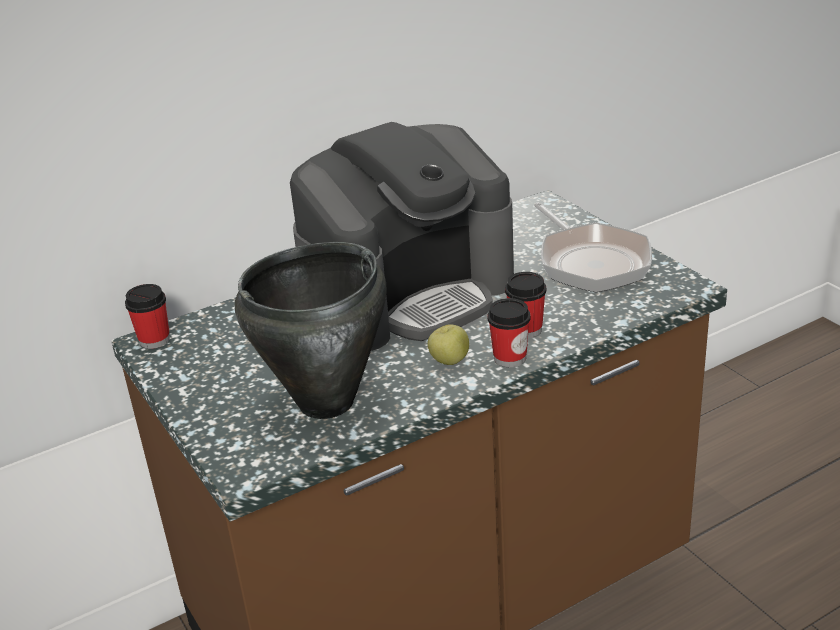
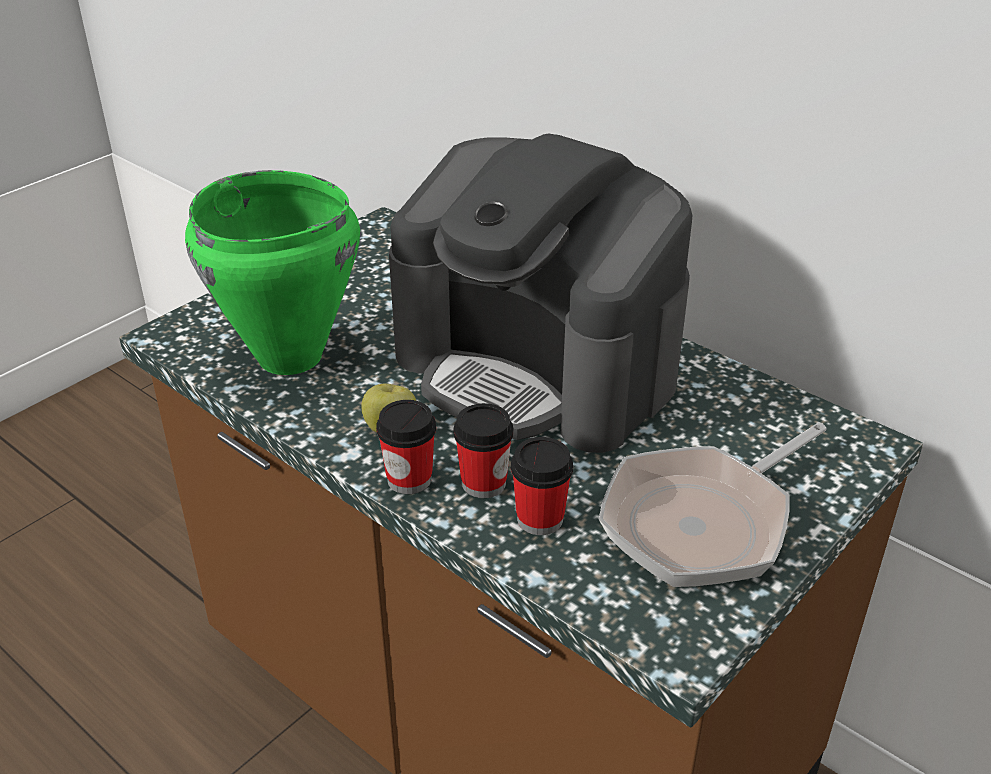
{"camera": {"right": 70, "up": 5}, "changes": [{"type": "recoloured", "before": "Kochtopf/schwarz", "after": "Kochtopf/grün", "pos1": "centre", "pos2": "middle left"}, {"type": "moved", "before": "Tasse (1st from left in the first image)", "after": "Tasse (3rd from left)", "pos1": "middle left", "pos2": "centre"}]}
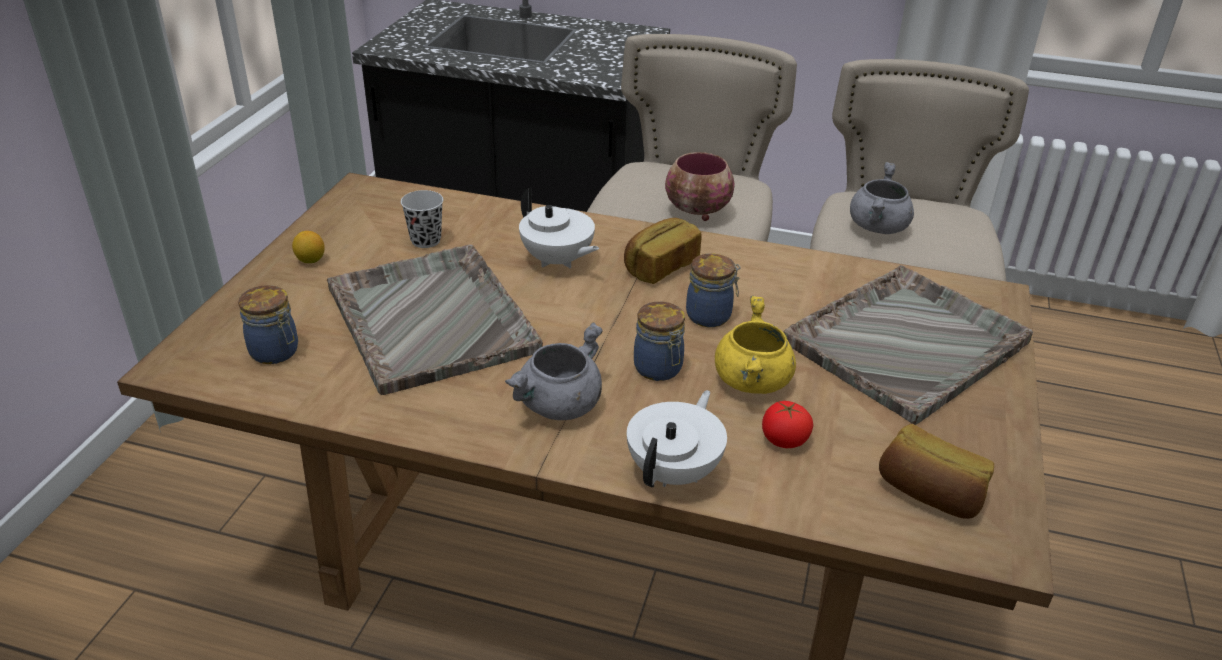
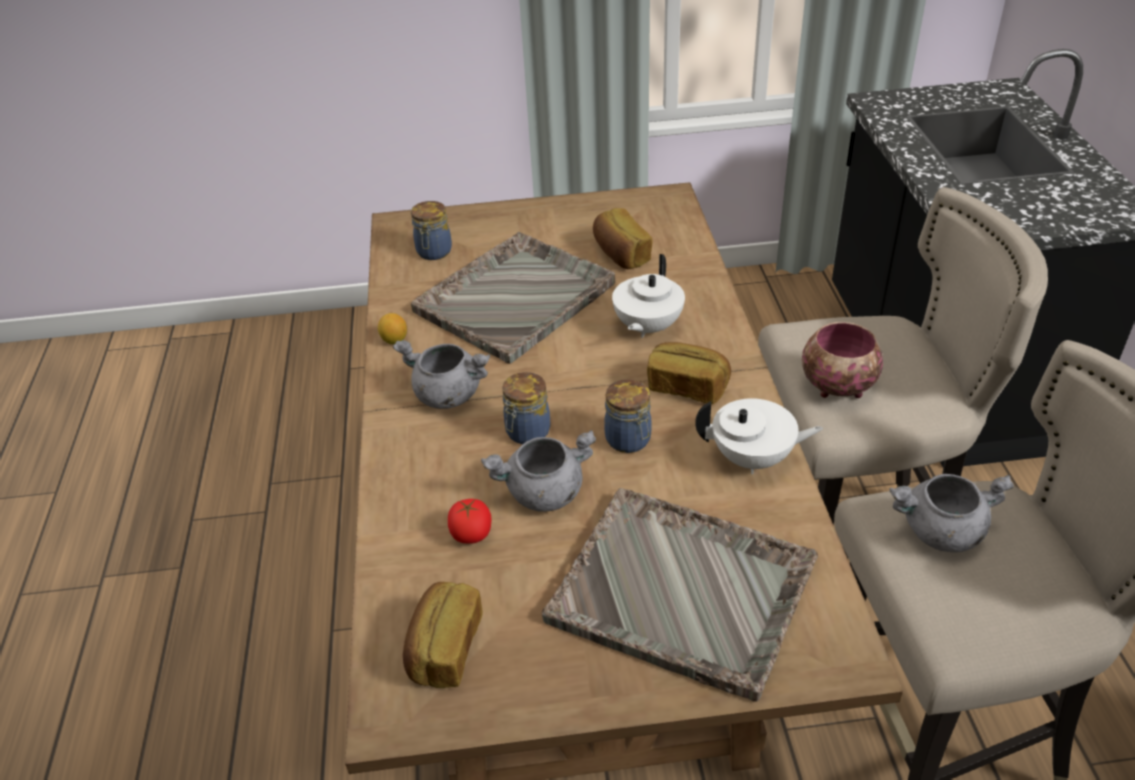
{"camera": {"right": 70, "up": 5}, "changes": [{"type": "replaced", "before": "Tasse/schwarz", "after": "Brot (2nd from left)", "pos1": "top centre", "pos2": "top centre"}, {"type": "moved", "before": "Zitrone", "pos1": "middle left", "pos2": "centre"}, {"type": "recoloured", "before": "Kochtopf/gelb", "after": "Kochtopf/grau (2nd from left)", "pos1": "centre", "pos2": "centre"}, {"type": "moved", "before": "Teekanne/weiß (2nd from left)", "pos1": "centre", "pos2": "middle right"}]}
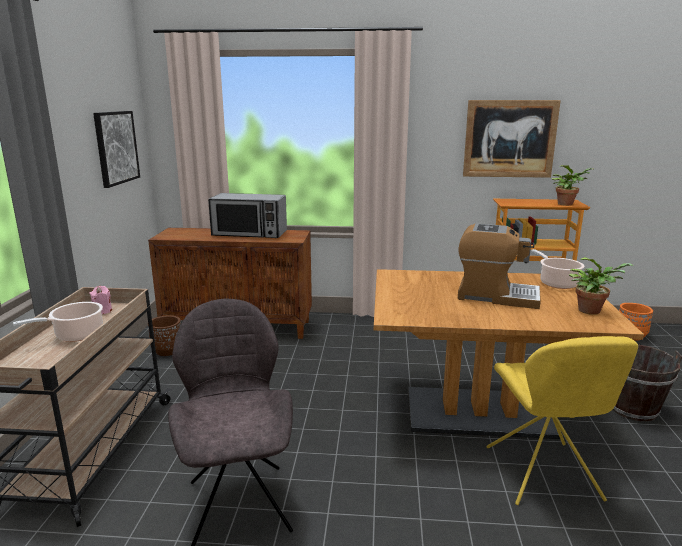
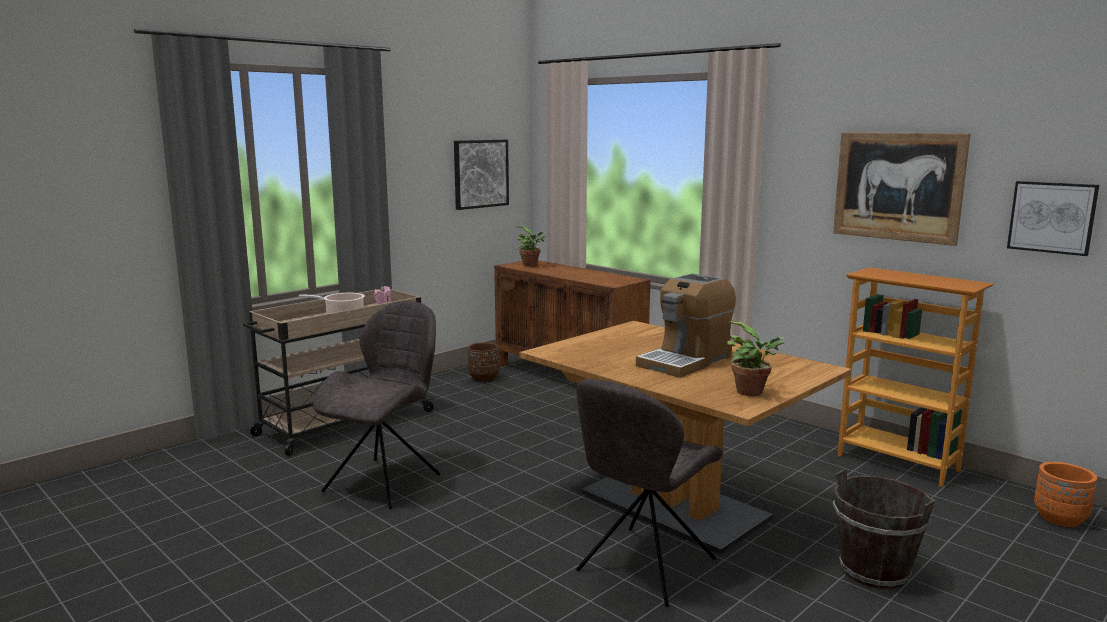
{"camera": {"right": 40, "up": -5}, "changes": [{"type": "moved", "before": "Topfpflanze (1st from left)", "pos1": "middle right", "pos2": "centre"}, {"type": "removed", "before": "Mikrowelle", "pos1": "centre"}, {"type": "turned", "before": "Kaffeemaschine", "pos1": "middle right", "pos2": "centre", "turn": 75}, {"type": "removed", "before": "Kochtopf (2nd from left)", "pos1": "middle right"}, {"type": "recoloured", "before": "Stuhl/gelb", "after": "Stuhl/grau (2nd from left)", "pos1": "bottom right", "pos2": "bottom centre"}, {"type": "added", "after": "Bild (3rd from left)", "pos2": "middle right"}]}
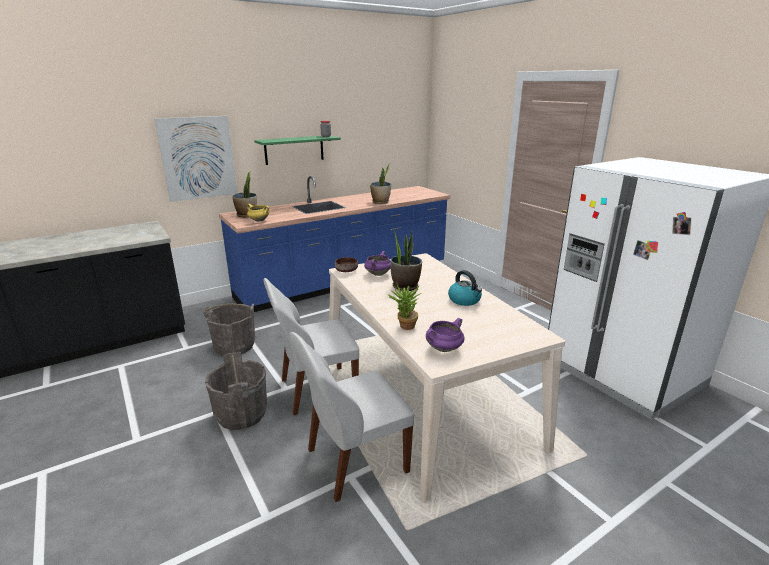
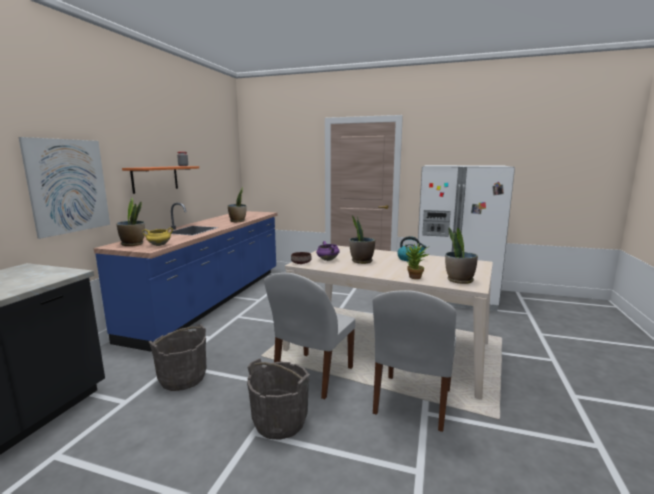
{"camera": {"right": -40, "up": -10}, "changes": [{"type": "recoloured", "before": "Wandregal/grün", "after": "Wandregal/orange", "pos1": "top centre", "pos2": "middle left"}, {"type": "replaced", "before": "Kochtopf/lila (2nd from left)", "after": "Topfpflanze (5th from left)", "pos1": "centre", "pos2": "middle right"}]}
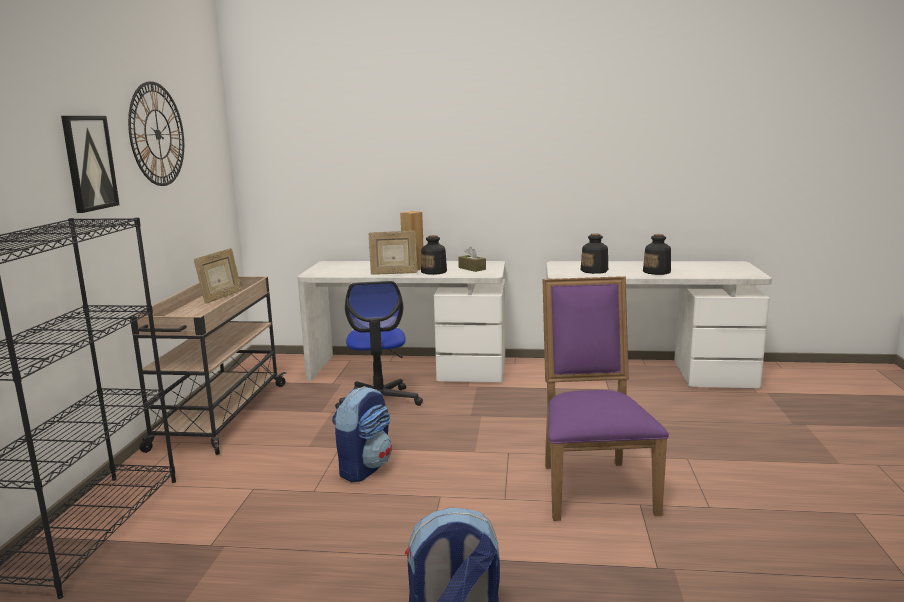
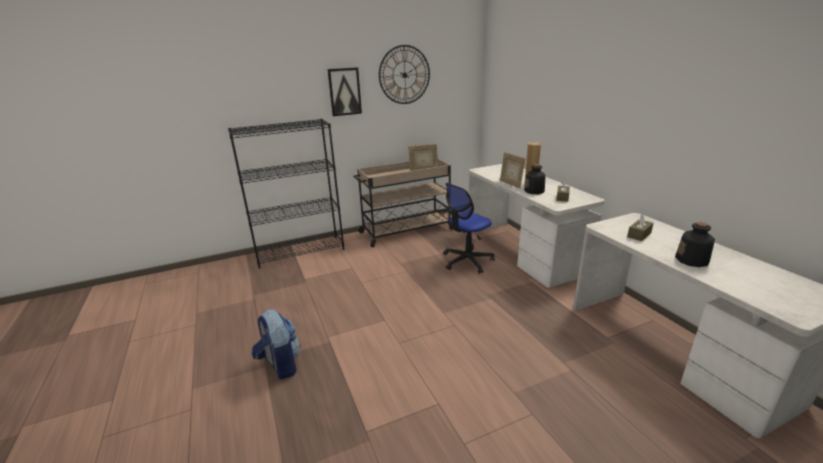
{"camera": {"right": 60, "up": 10}, "changes": [{"type": "replaced", "before": "Flasche (2nd from left)", "after": "Taschentuchbox/braun (2nd from left)", "pos1": "centre", "pos2": "middle right"}, {"type": "removed", "before": "Stuhl/lila", "pos1": "middle right"}, {"type": "removed", "before": "Rucksack (1st from left)", "pos1": "bottom centre"}]}
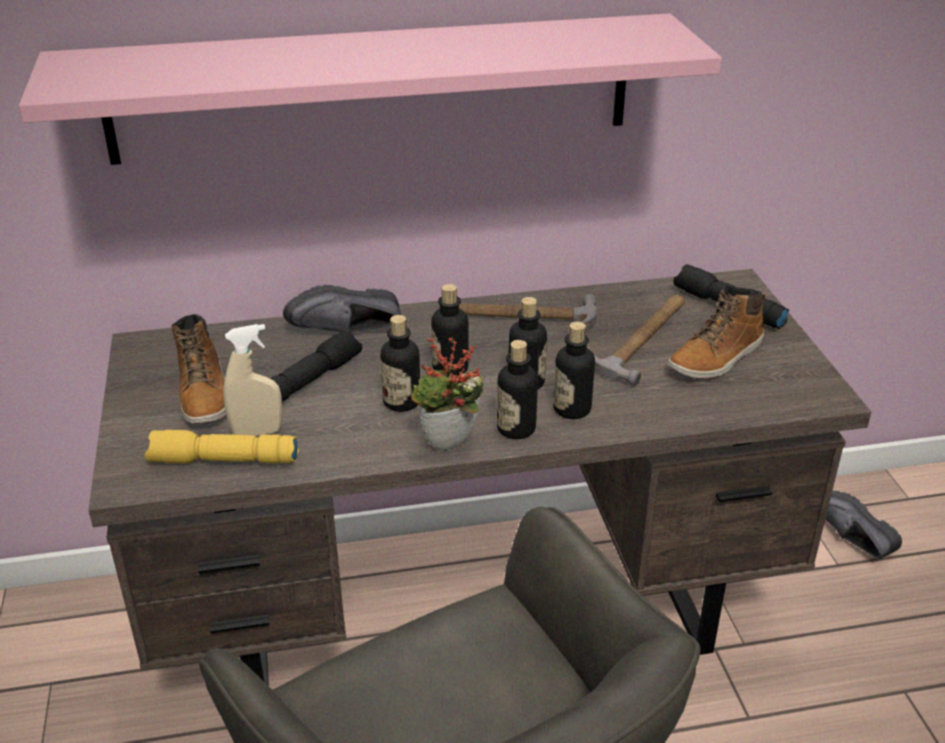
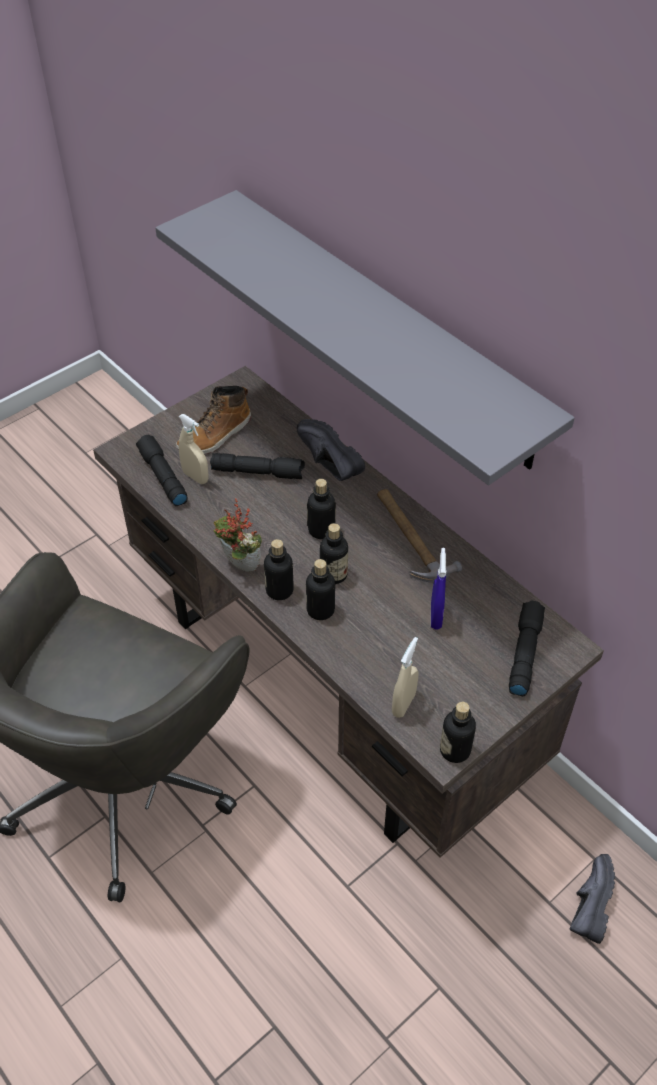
{"camera": {"right": 60, "up": 15}, "changes": [{"type": "recoloured", "before": "Wandregal/rosa", "after": "Wandregal/grau", "pos1": "top centre", "pos2": "top centre"}, {"type": "removed", "before": "Stiefel (2nd from left)", "pos1": "middle right"}, {"type": "replaced", "before": "Hammer (2nd from left)", "after": "Sprühflasche/blau", "pos1": "middle right", "pos2": "middle right"}, {"type": "moved", "before": "Flasche (1st from left in the first image)", "after": "Flasche (5th from left)", "pos1": "centre", "pos2": "bottom right"}, {"type": "recoloured", "before": "Taschenlampe/gelb", "after": "Taschenlampe/schwarz (1st from left)", "pos1": "middle left", "pos2": "middle left"}, {"type": "added", "after": "Sprühflasche/beige (2nd from left)", "pos2": "centre"}]}
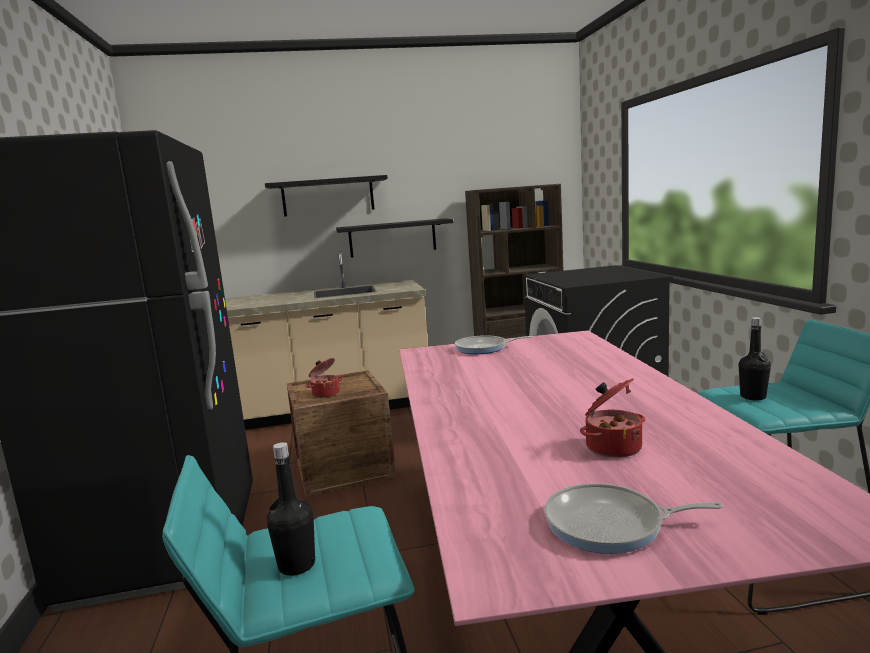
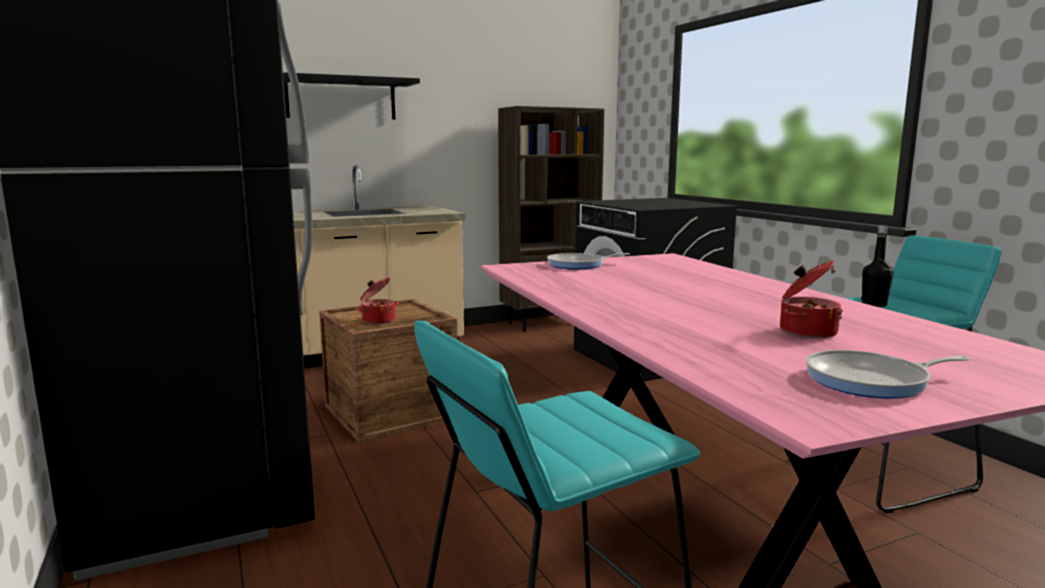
{"camera": {"right": -15, "up": 0}, "changes": [{"type": "removed", "before": "Wandregal/schwarz (2nd from left)", "pos1": "centre"}, {"type": "removed", "before": "Flasche/schwarz (1st from left)", "pos1": "bottom centre"}]}
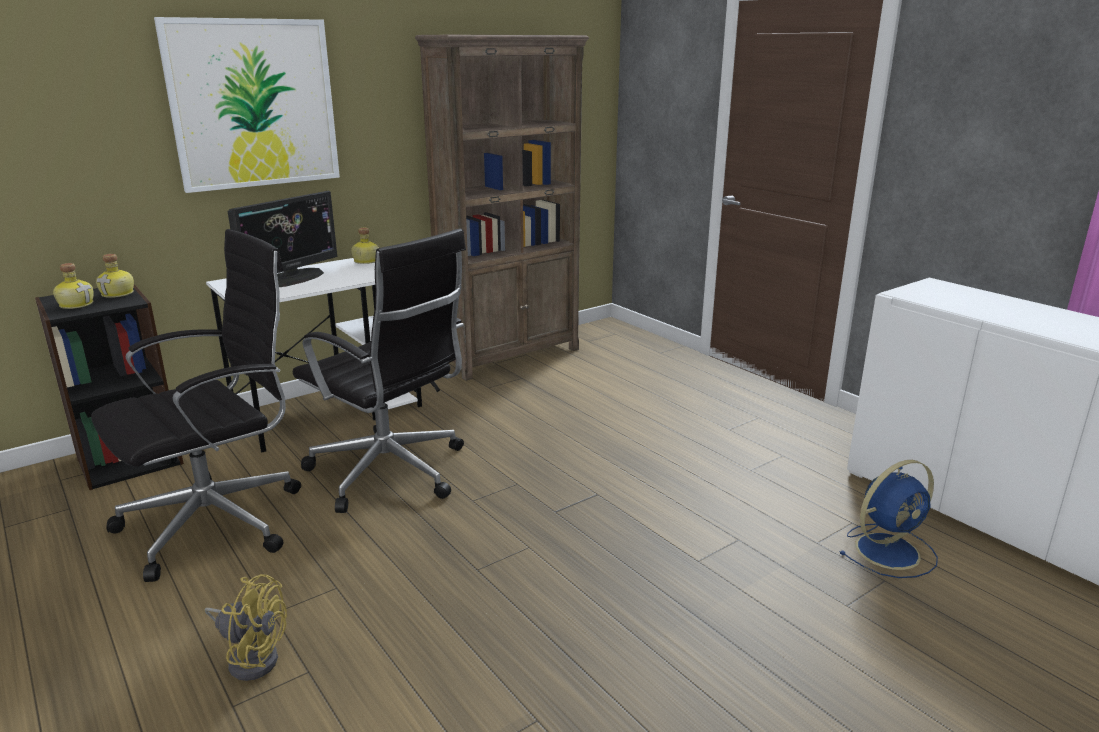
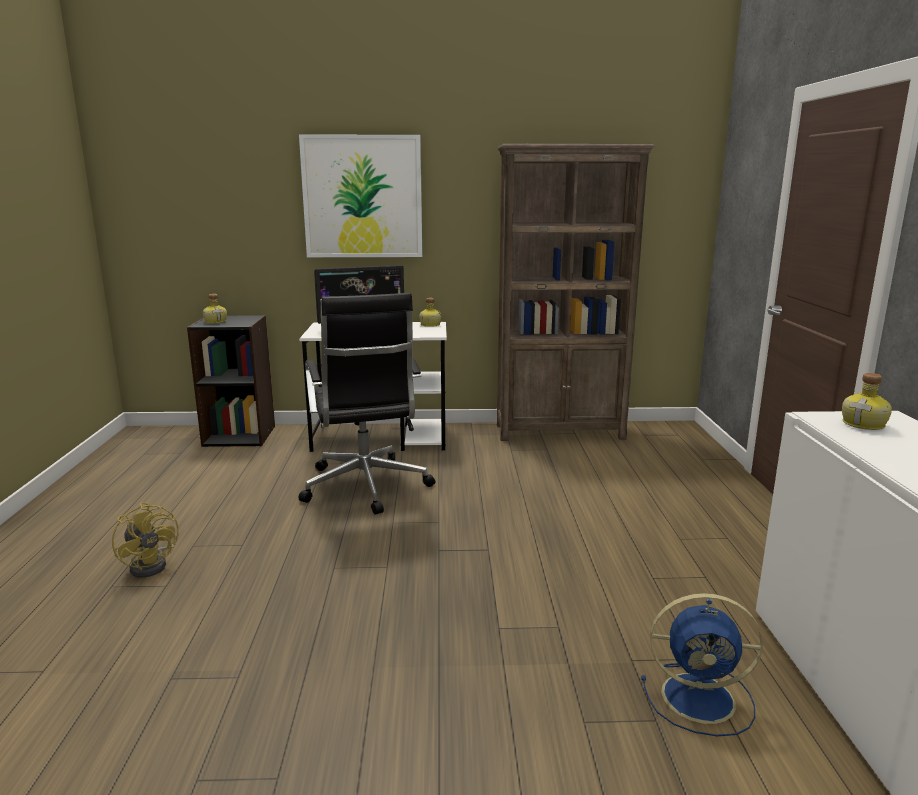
{"camera": {"right": 35, "up": -5}, "changes": [{"type": "removed", "before": "Bürostuhl/schwarz (1st from left)", "pos1": "middle left"}, {"type": "moved", "before": "Flasche (2nd from left in the first image)", "after": "Flasche (3rd from left)", "pos1": "middle left", "pos2": "middle right"}]}
